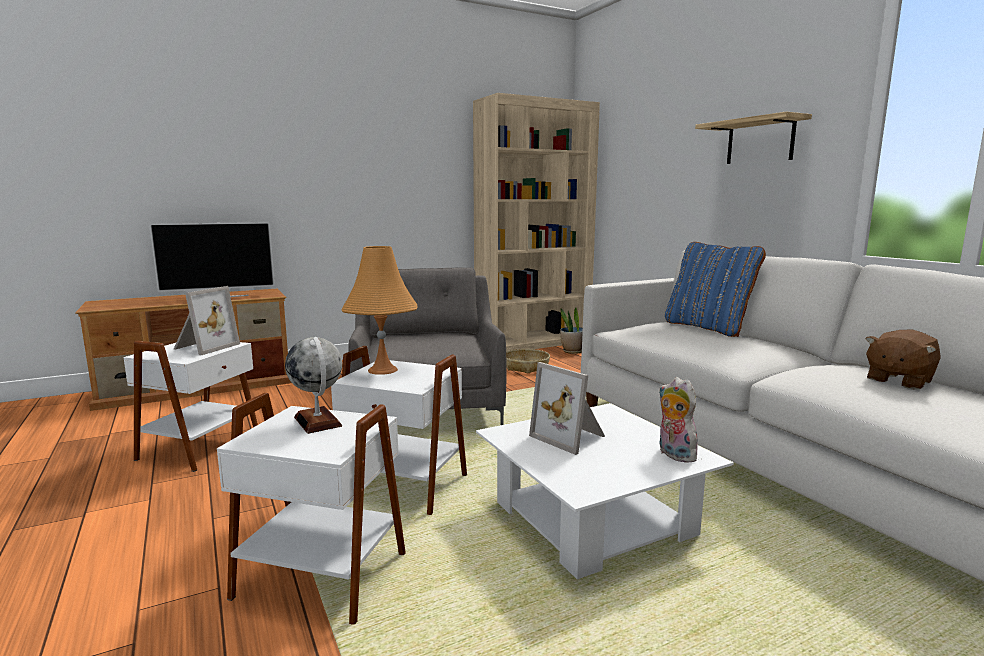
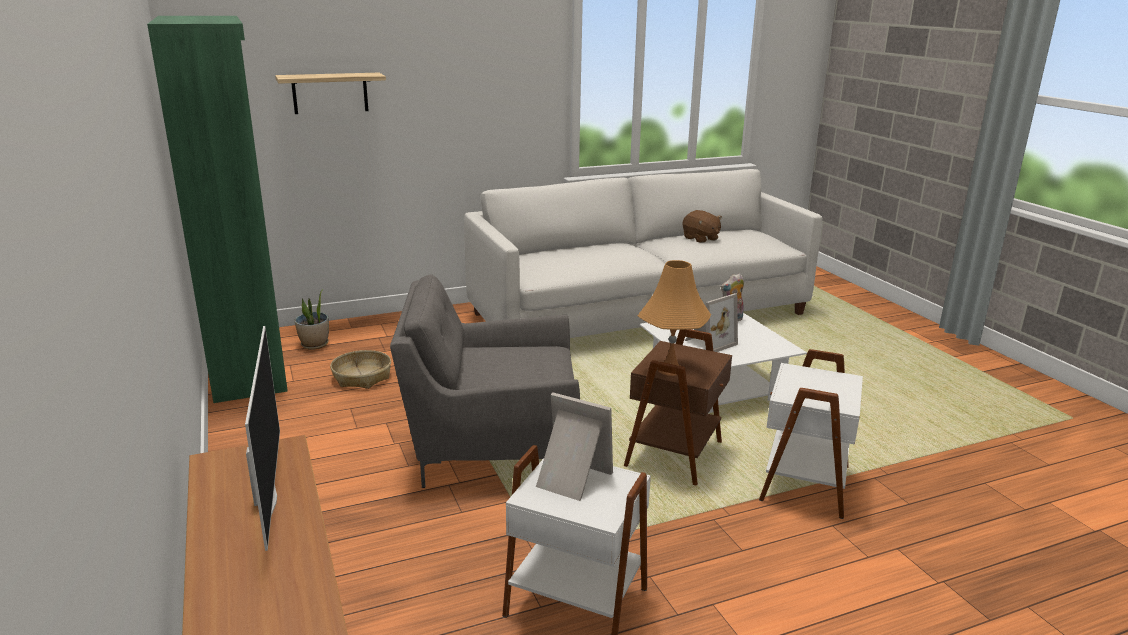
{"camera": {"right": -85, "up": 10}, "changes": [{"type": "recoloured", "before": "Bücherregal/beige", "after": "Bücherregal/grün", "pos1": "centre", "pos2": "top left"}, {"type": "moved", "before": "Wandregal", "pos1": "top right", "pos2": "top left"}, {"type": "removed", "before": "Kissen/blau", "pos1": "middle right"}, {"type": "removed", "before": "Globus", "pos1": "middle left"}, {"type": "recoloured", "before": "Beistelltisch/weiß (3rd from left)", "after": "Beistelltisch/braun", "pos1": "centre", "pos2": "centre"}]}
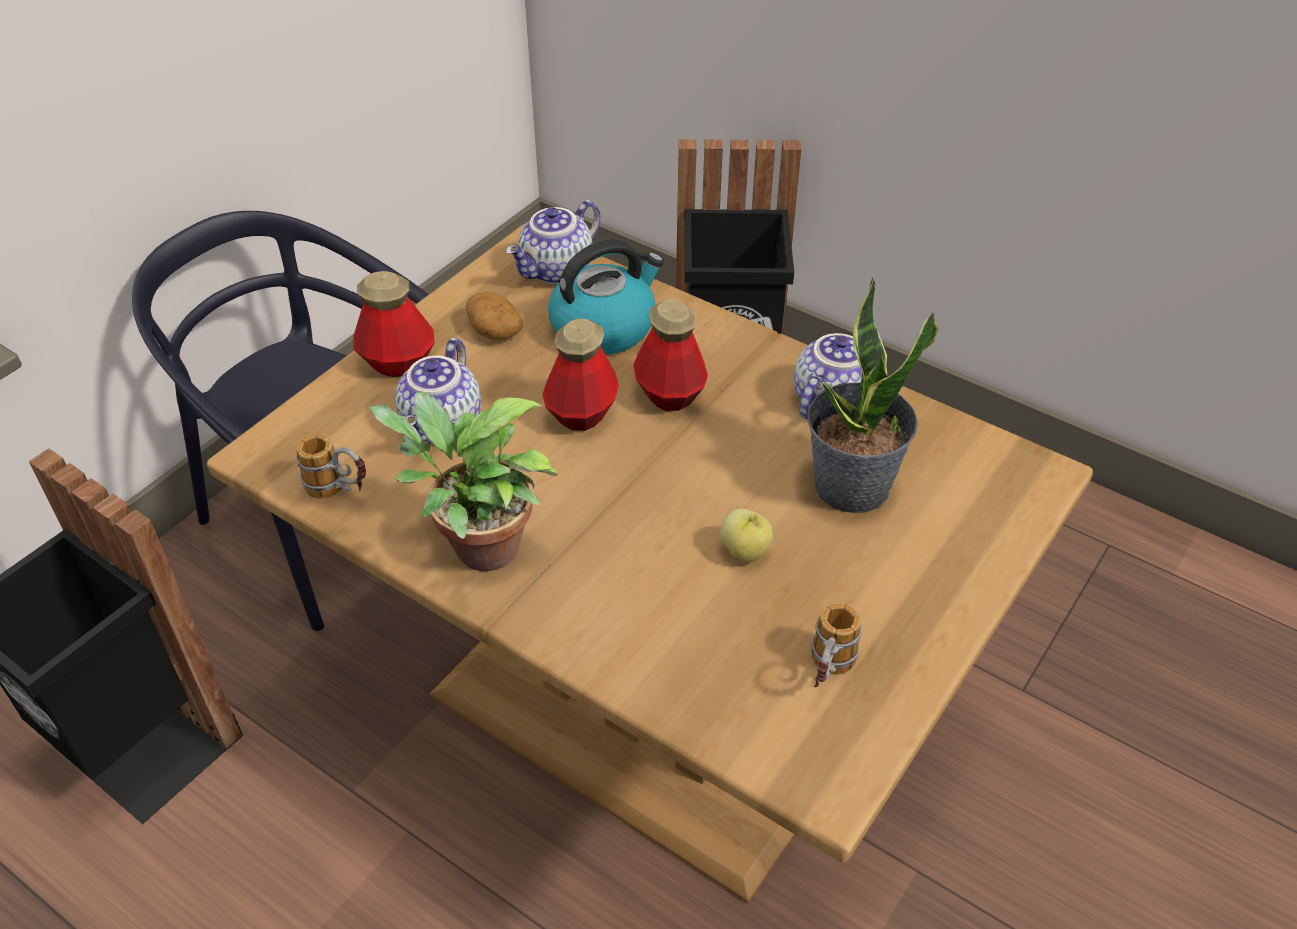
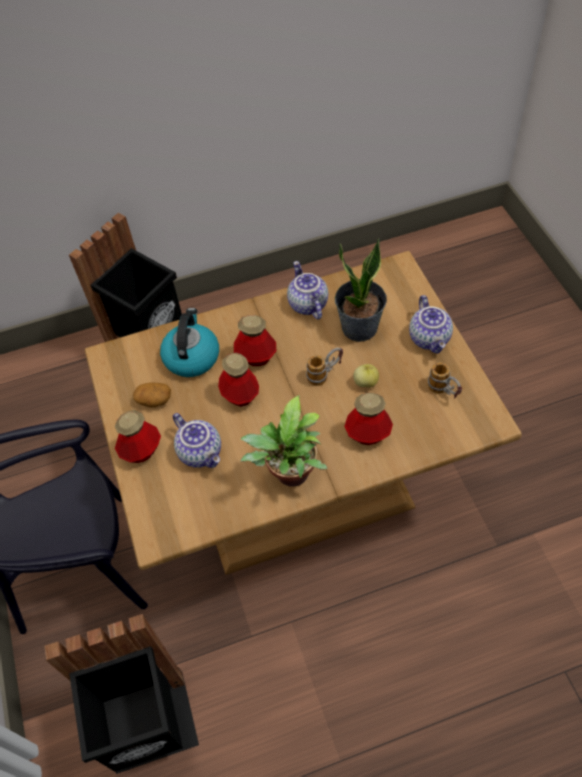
{"camera": {"right": -50, "up": 10}, "changes": [{"type": "moved", "before": "Teekanne (2nd from left in the first image)", "after": "Teekanne (3rd from left)", "pos1": "top centre", "pos2": "middle right"}, {"type": "moved", "before": "Henkelbecher (1st from left)", "pos1": "middle left", "pos2": "centre"}, {"type": "added", "after": "Flasche (4th from left)", "pos2": "centre"}]}
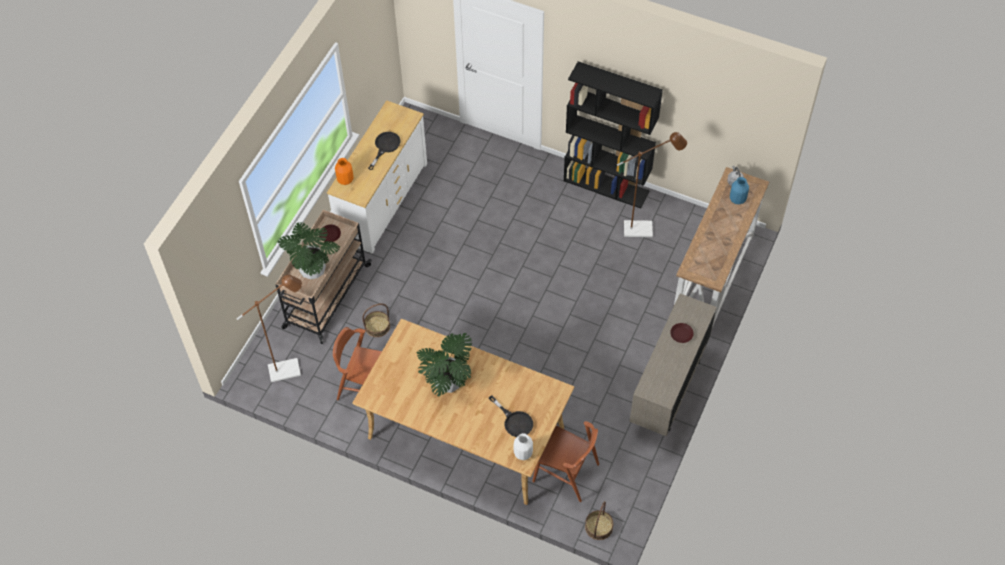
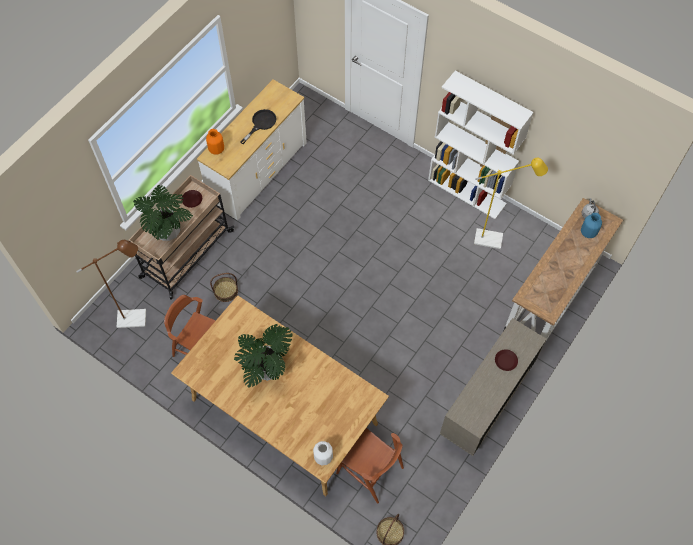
{"camera": {"right": 10, "up": 5}, "changes": [{"type": "recoloured", "before": "Bücherregal/schwarz", "after": "Bücherregal/weiß", "pos1": "top centre", "pos2": "top right"}, {"type": "recoloured", "before": "Stehlampe/braun (2nd from left)", "after": "Stehlampe/gelb", "pos1": "top centre", "pos2": "middle right"}, {"type": "removed", "before": "Pfanne/schwarz (2nd from left)", "pos1": "bottom centre"}]}
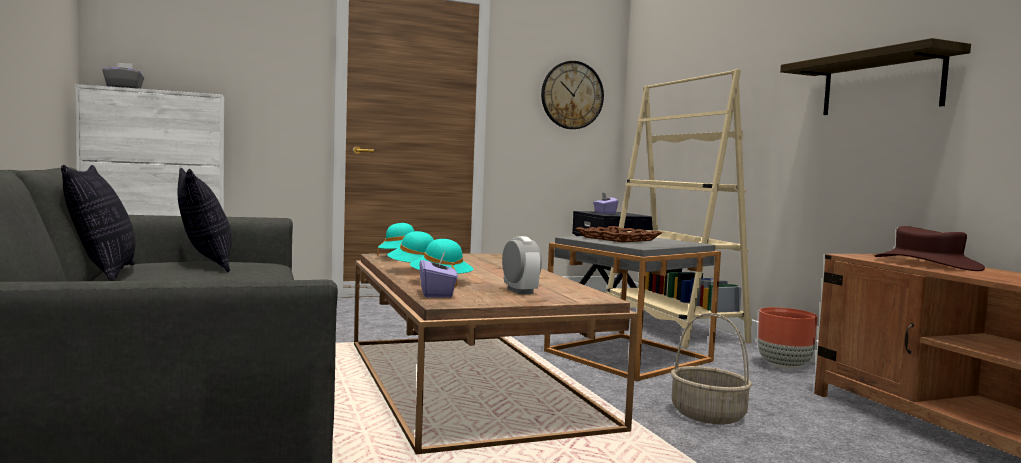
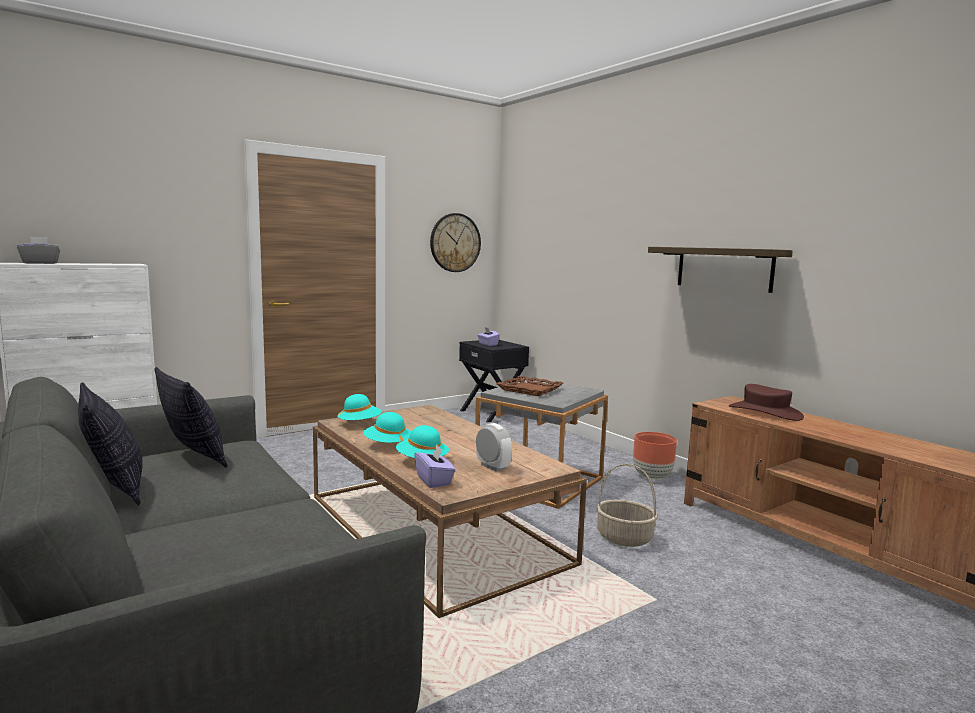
{"camera": {"right": -15, "up": 5}, "changes": [{"type": "removed", "before": "Bücherregal/beige", "pos1": "centre"}]}
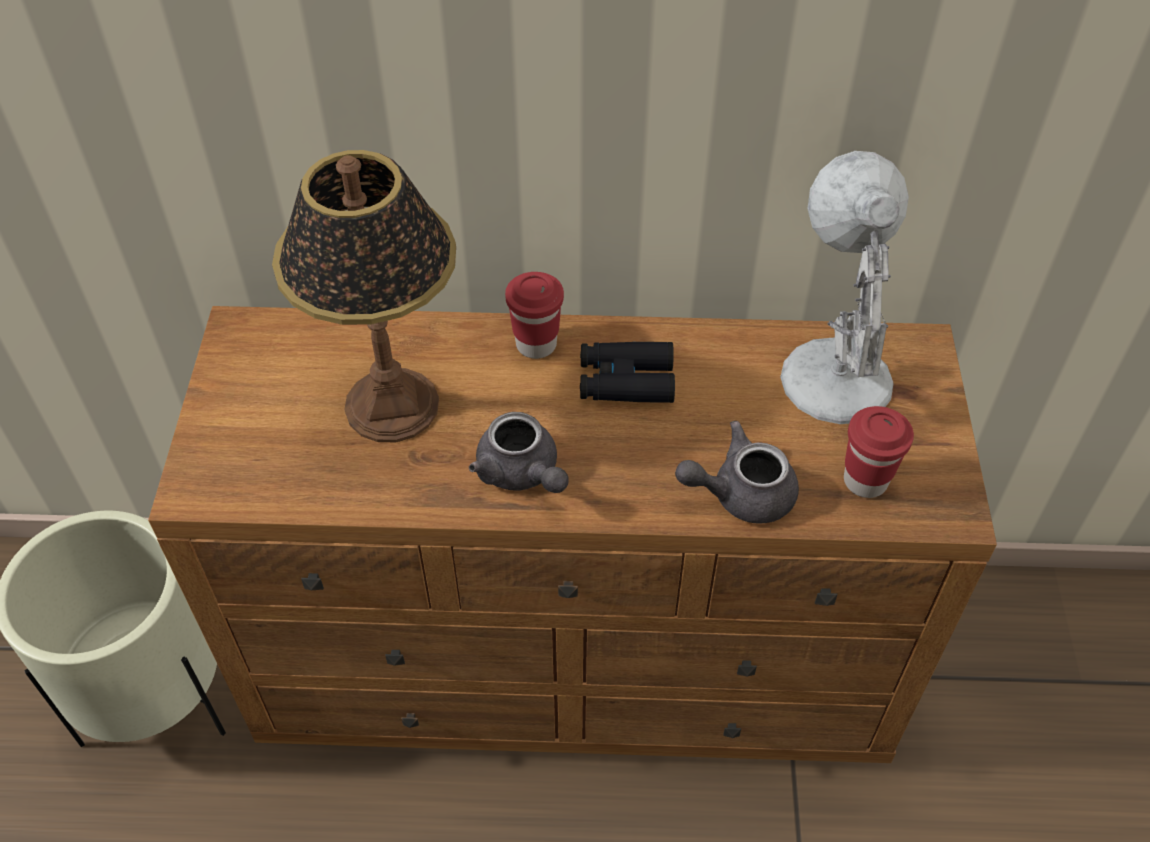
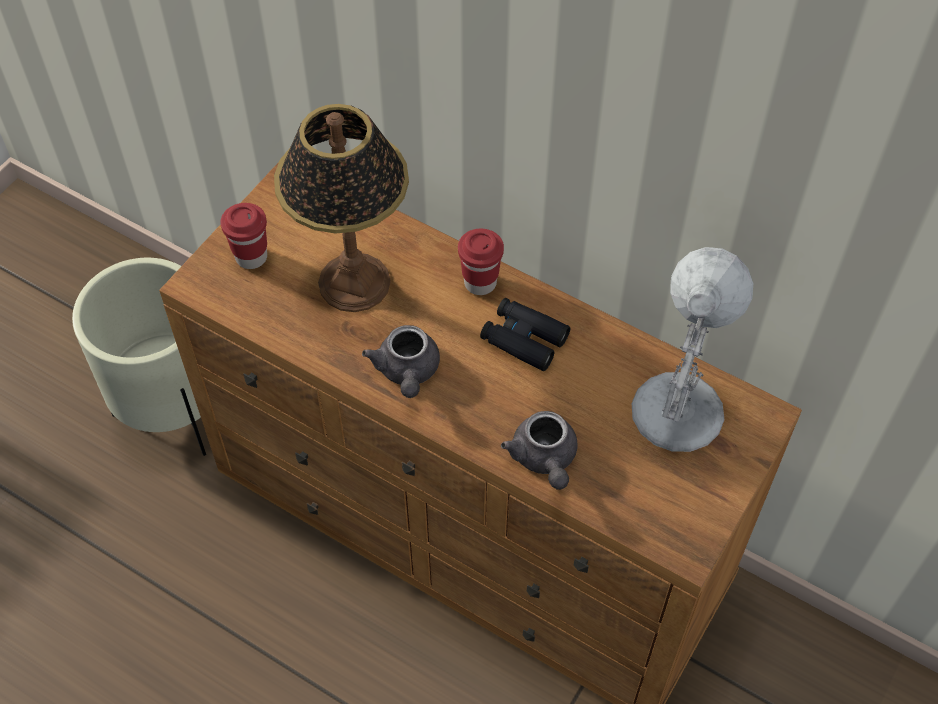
{"camera": {"right": 30, "up": 5}, "changes": [{"type": "moved", "before": "Tasse/rot (2nd from left in the first image)", "after": "Tasse/rot (1st from left)", "pos1": "middle right", "pos2": "middle left"}, {"type": "turned", "before": "Teekanne/grau (2nd from left)", "pos1": "centre", "pos2": "centre", "turn": -120}]}
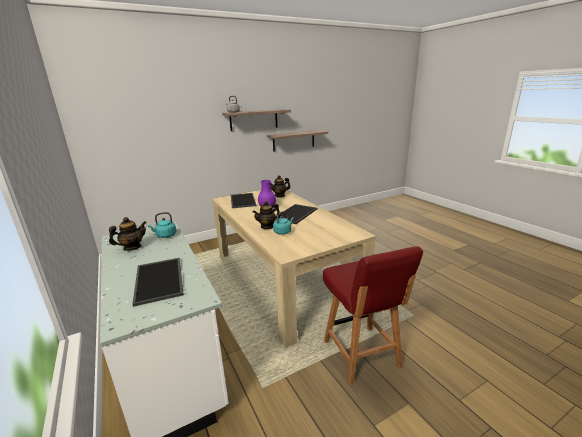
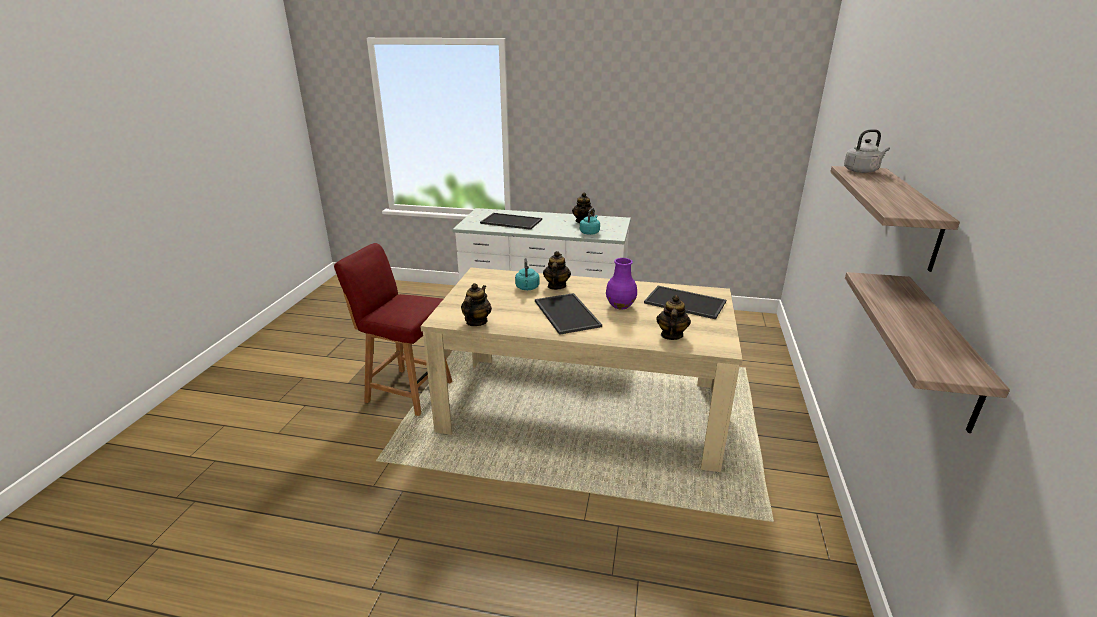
{"camera": {"right": 130, "up": 5}, "changes": [{"type": "added", "after": "Teekanne (1st from left)", "pos2": "centre"}]}
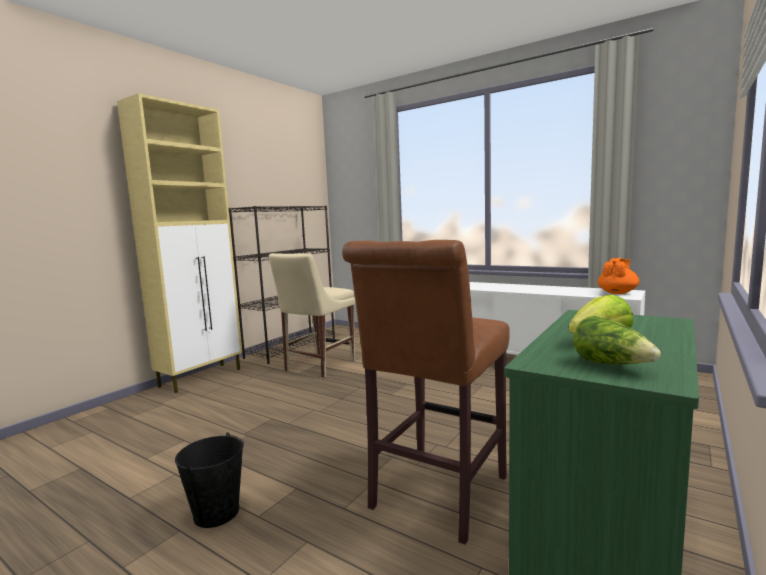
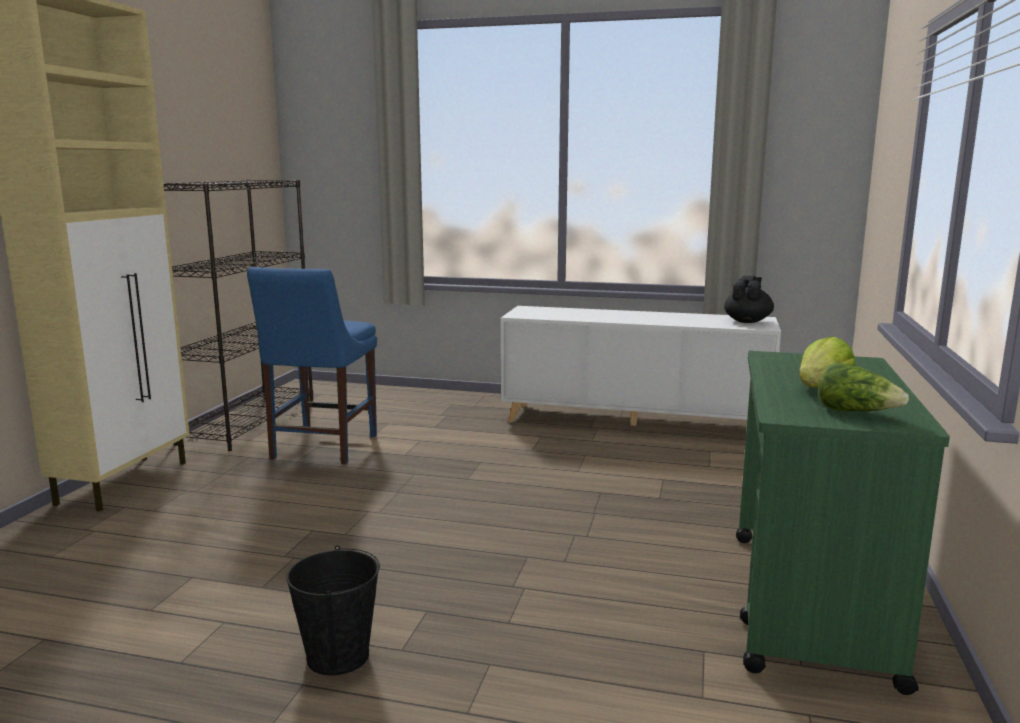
{"camera": {"right": -20, "up": 5}, "changes": [{"type": "removed", "before": "Hocker/braun", "pos1": "bottom centre"}, {"type": "recoloured", "before": "Stuhl/beige", "after": "Stuhl/blau", "pos1": "centre", "pos2": "middle left"}, {"type": "recoloured", "before": "Teekanne/orange", "after": "Teekanne/schwarz", "pos1": "middle right", "pos2": "middle right"}]}
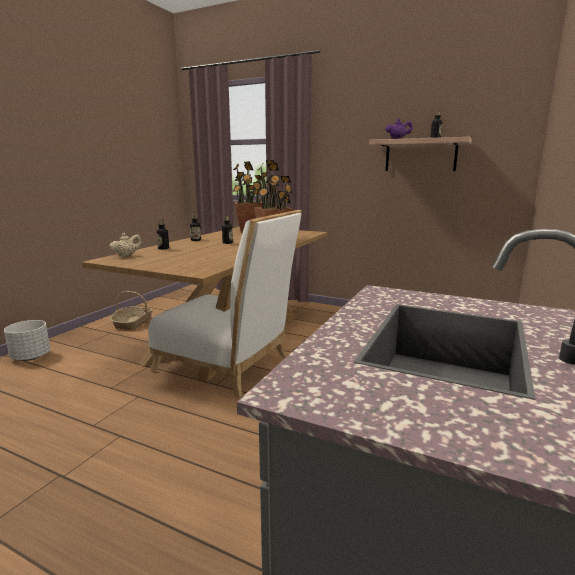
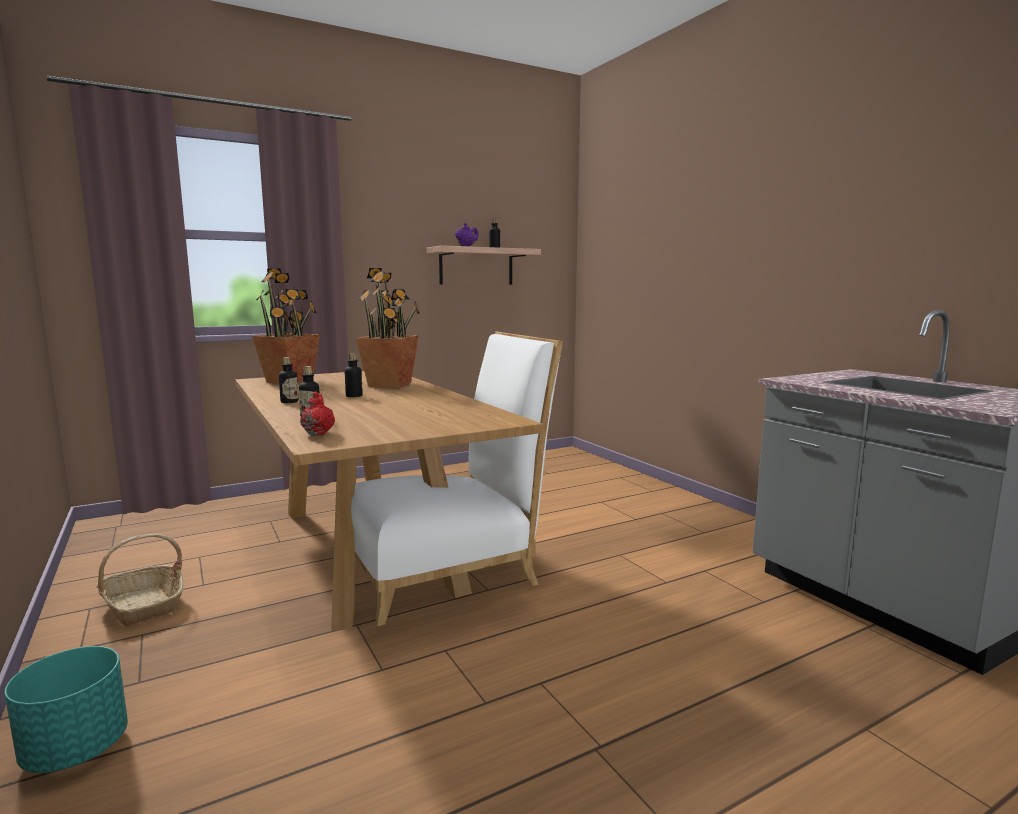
{"camera": {"right": -55, "up": -5}, "changes": [{"type": "recoloured", "before": "Teekanne/beige", "after": "Teekanne/rot", "pos1": "middle left", "pos2": "middle left"}, {"type": "recoloured", "before": "Pflanzkübel/weiß", "after": "Pflanzkübel/türkis", "pos1": "middle left", "pos2": "bottom left"}]}
